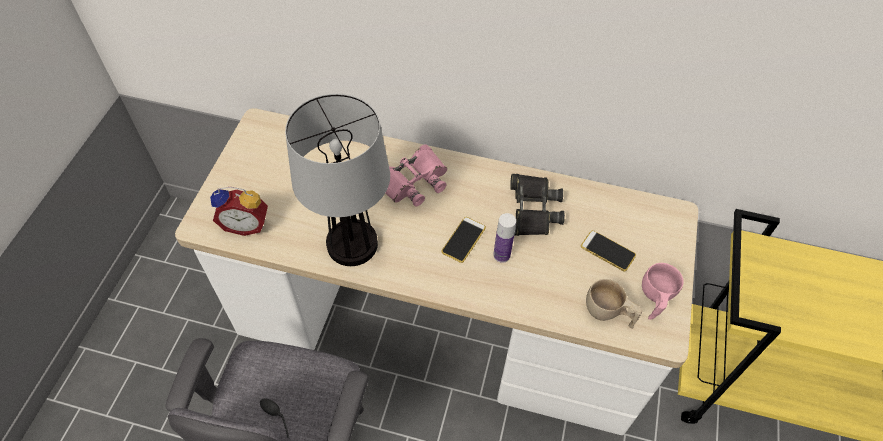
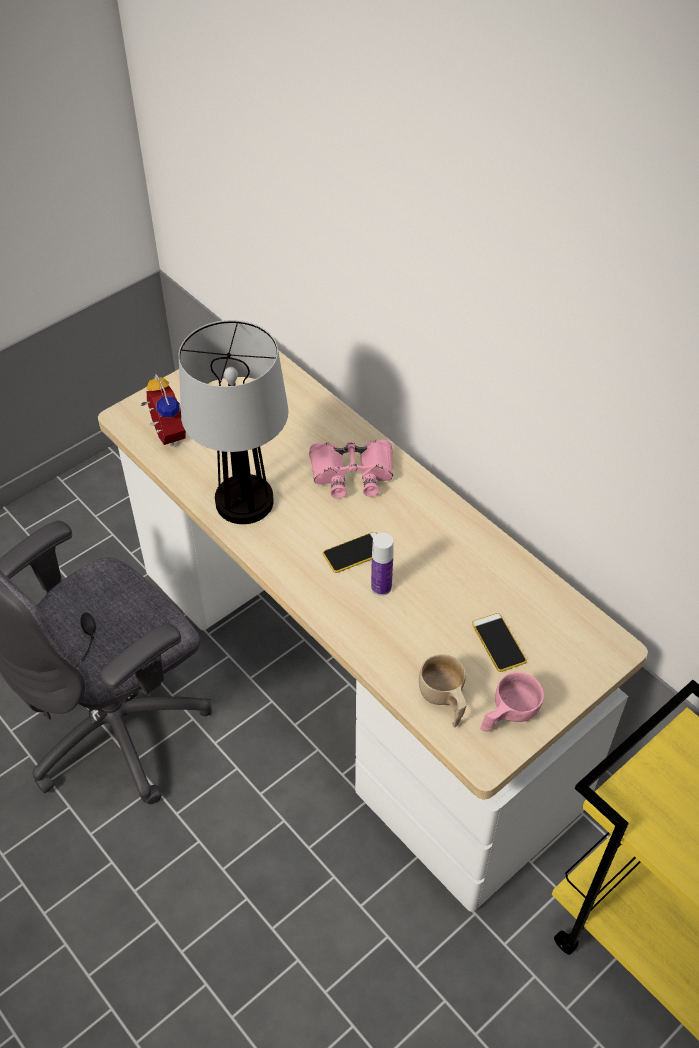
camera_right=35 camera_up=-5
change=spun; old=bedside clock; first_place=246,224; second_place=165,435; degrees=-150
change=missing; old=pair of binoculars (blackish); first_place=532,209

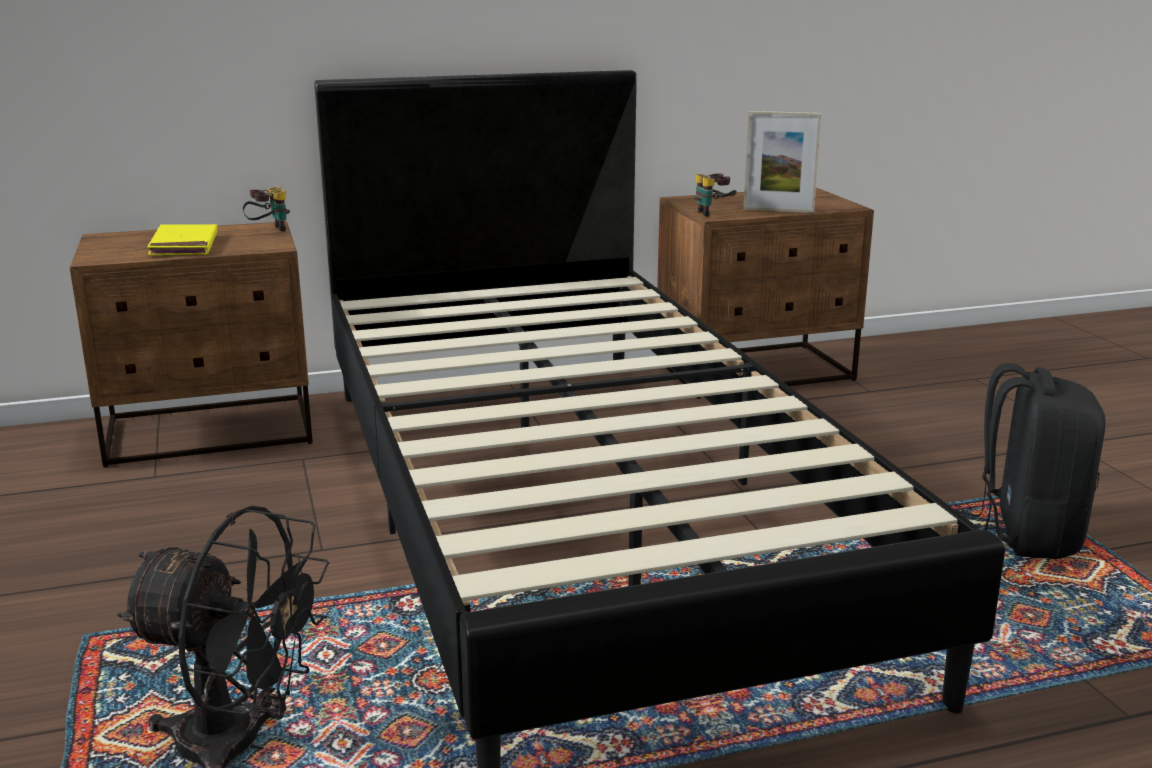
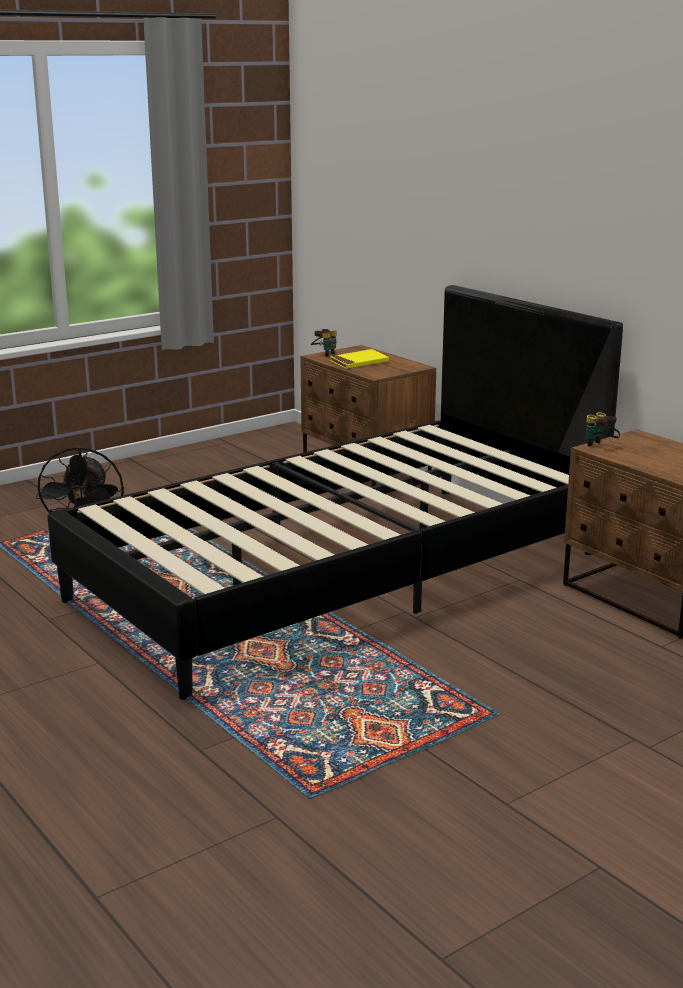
camera_right=70 camera_up=0
change=relocated; old=pair of binoculars; first_place=268,231; second_place=324,354
change=missing; old=picture frame; first_place=778,210
change=missing; old=backpack (blackish); first_place=1024,534

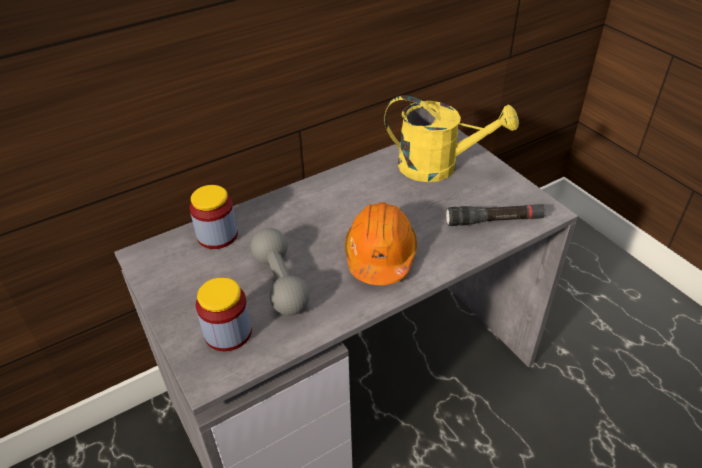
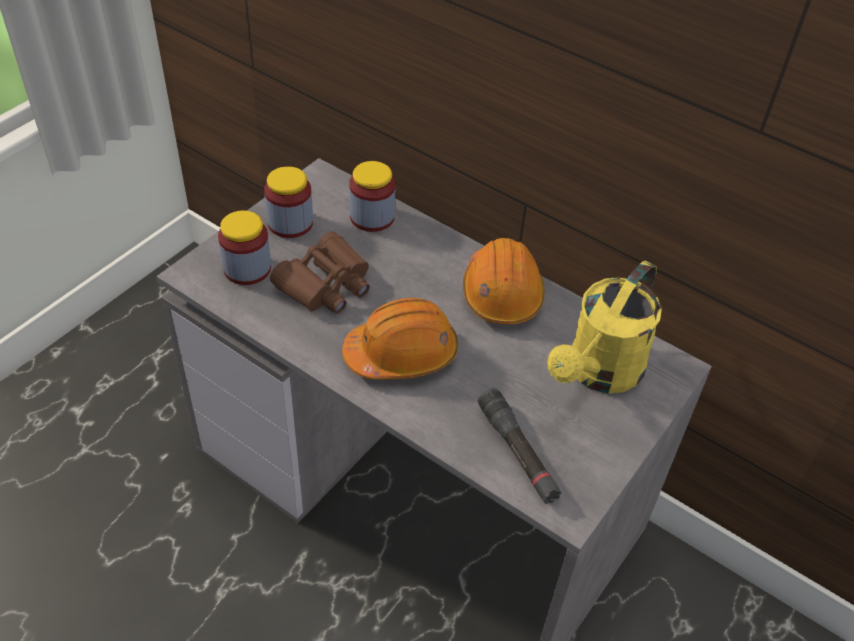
camera_right=65 camera_up=5
change=exchanged; old=free weight (greyish); new=pair of binoculars (brownish); first_place=280,283; second_place=325,285
change=spun; old=watering pot (yellow); first_place=438,167; second_place=598,373; degrees=45
change=appeared; new=storage jar; second_place=290,223
change=appeared; new=safety helmet (orange-coloured); second_place=502,293

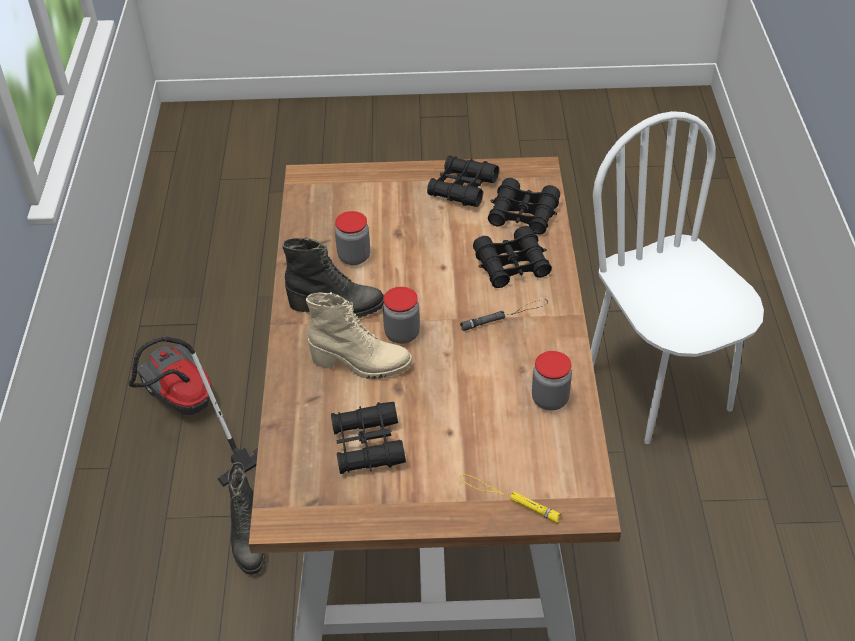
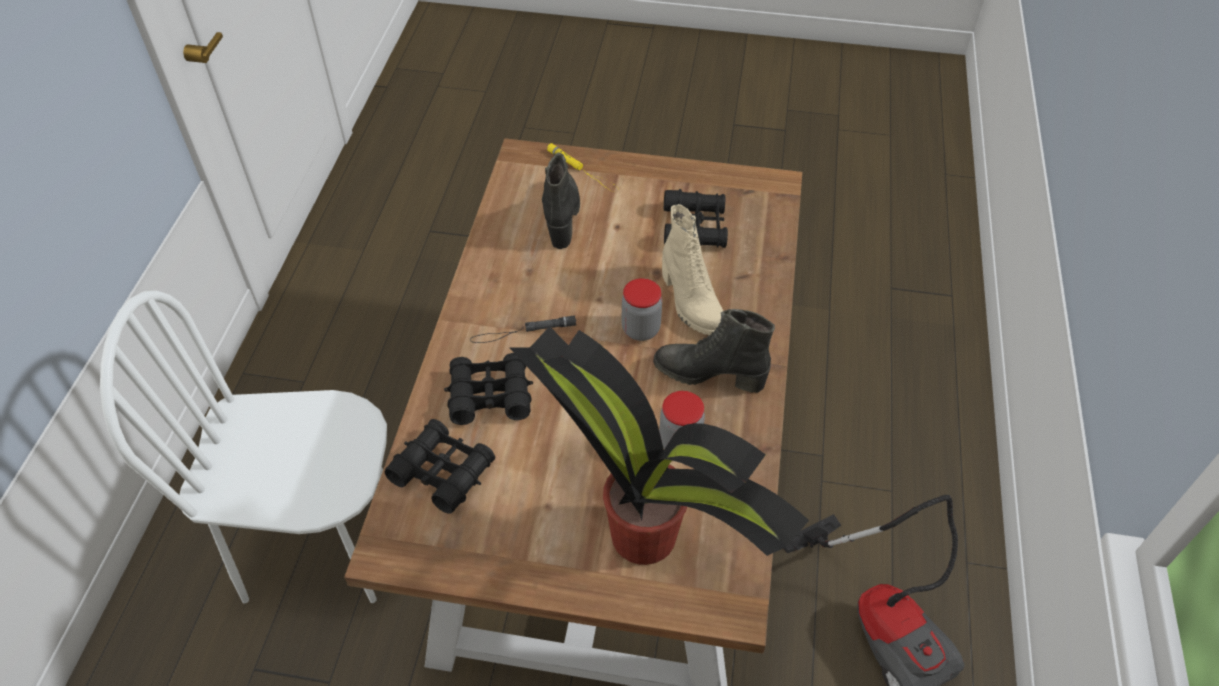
camera_right=-170 camera_up=5
change=relocated; old=boot (blackish); first_place=247,540; second_place=562,215
change=spun; old=boot (sand-coloured); first_place=361,364; second_place=690,303; degrees=-135
change=missing; old=pair of binoculars (blackish); first_place=462,188
change=missing; old=storage jar; first_place=550,399
change=spun; old=upright chair (whitish); first_place=659,388; second_place=321,545; degrees=105
change=appeared; new=houseplant; second_place=640,532

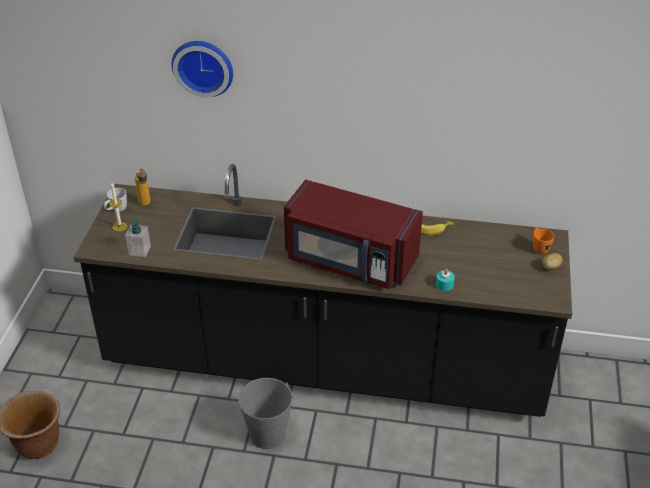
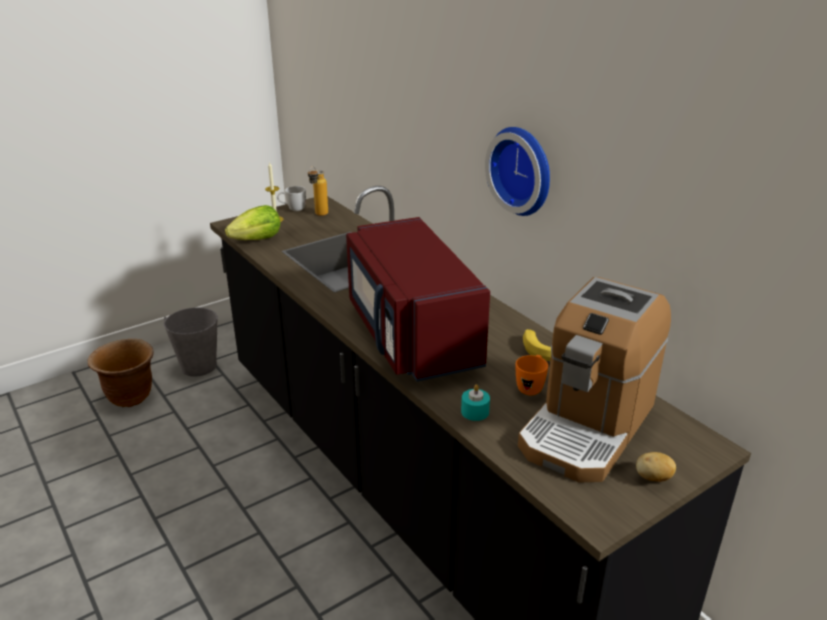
camera_right=45 camera_up=-10
change=exchanged; old=soap bottle; new=lettuce; first_place=139,251; second_place=257,240
change=relocated; old=hanging clock; first_place=204,66; second_place=523,170
change=relocated; old=pail (greyish); first_place=267,434; second_place=198,366
change=relocated; old=mug (orange-coloured); first_place=538,248; second_place=531,387
change=appeared; new=coffee machine; second_place=587,426

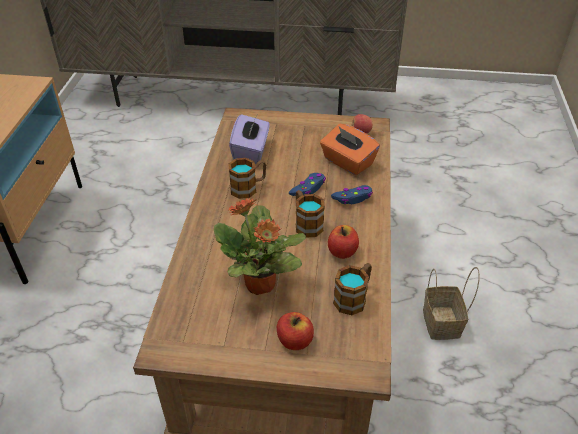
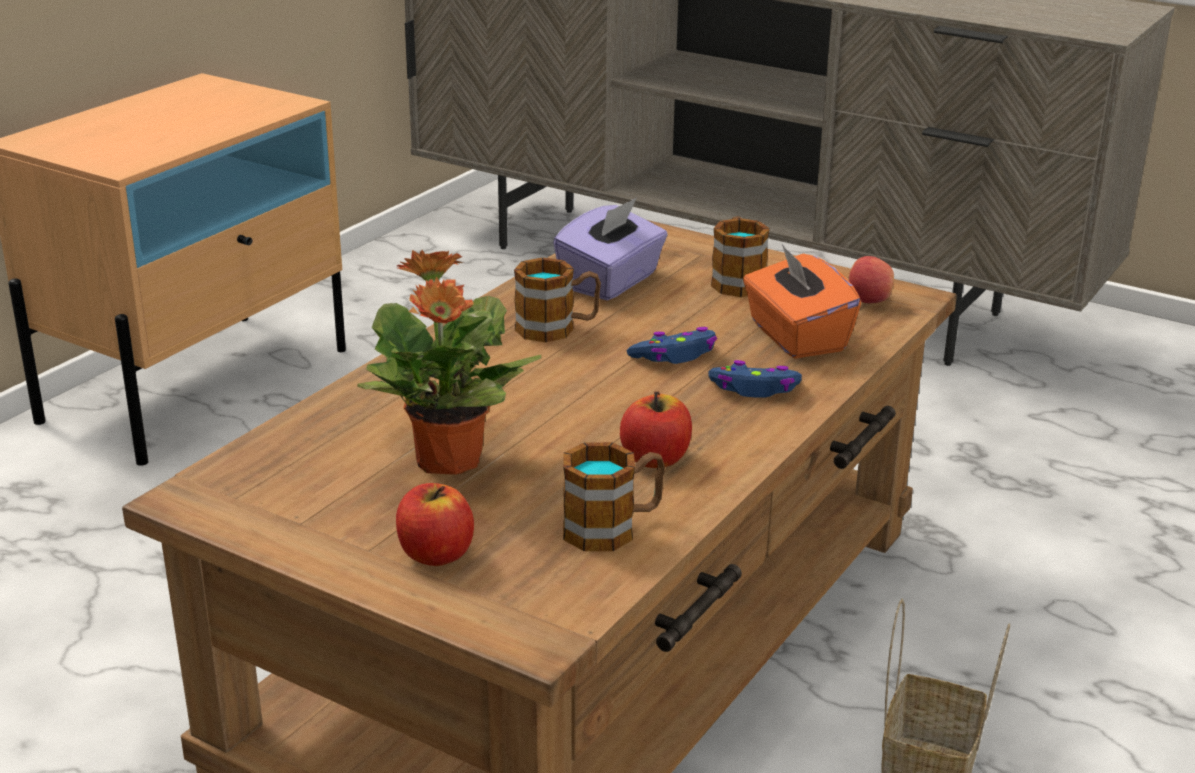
camera_right=25 camera_up=-15
change=relocated; old=mug; first_place=306,223; second_place=737,280

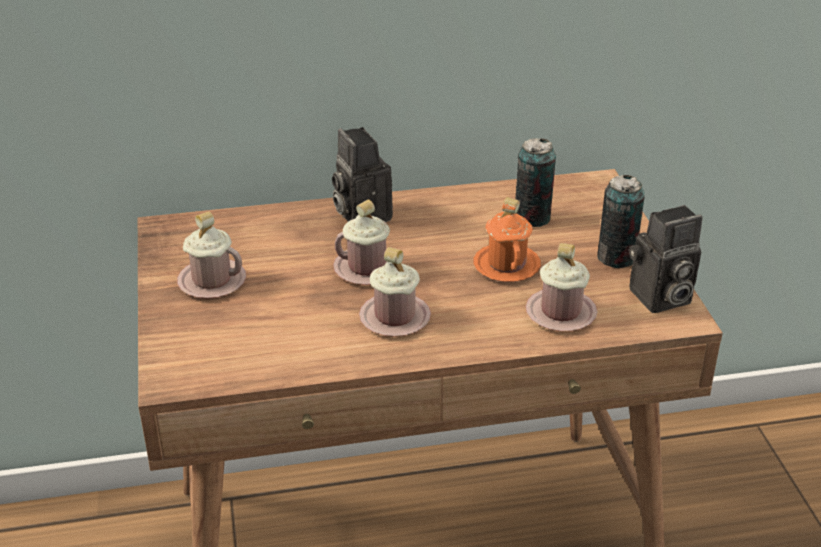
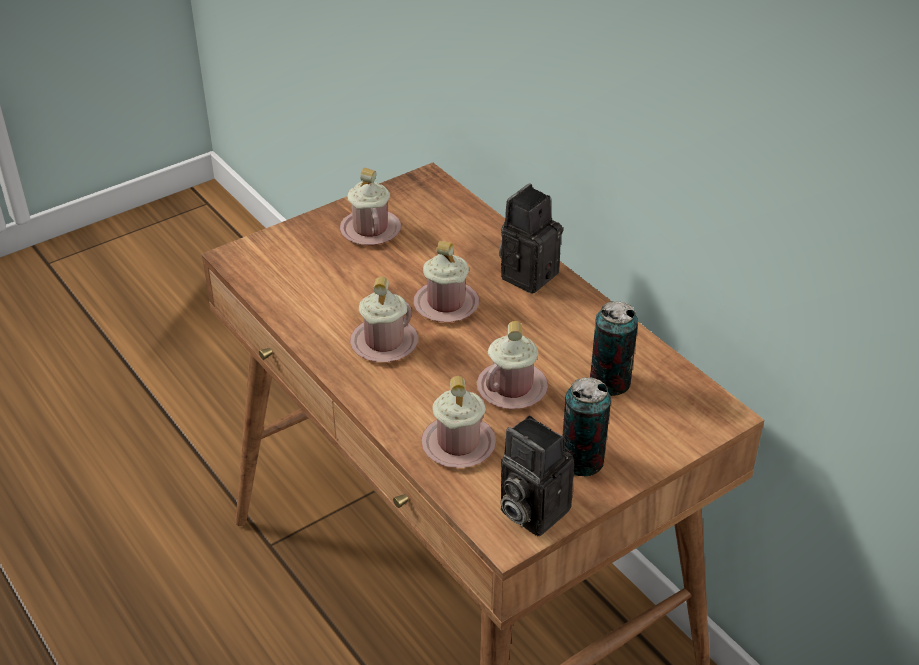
camera_right=65 camera_up=5
change=colour; old=mug (orange-coloured); new=mug (pink-coloured); first_place=506,265; second_place=512,388

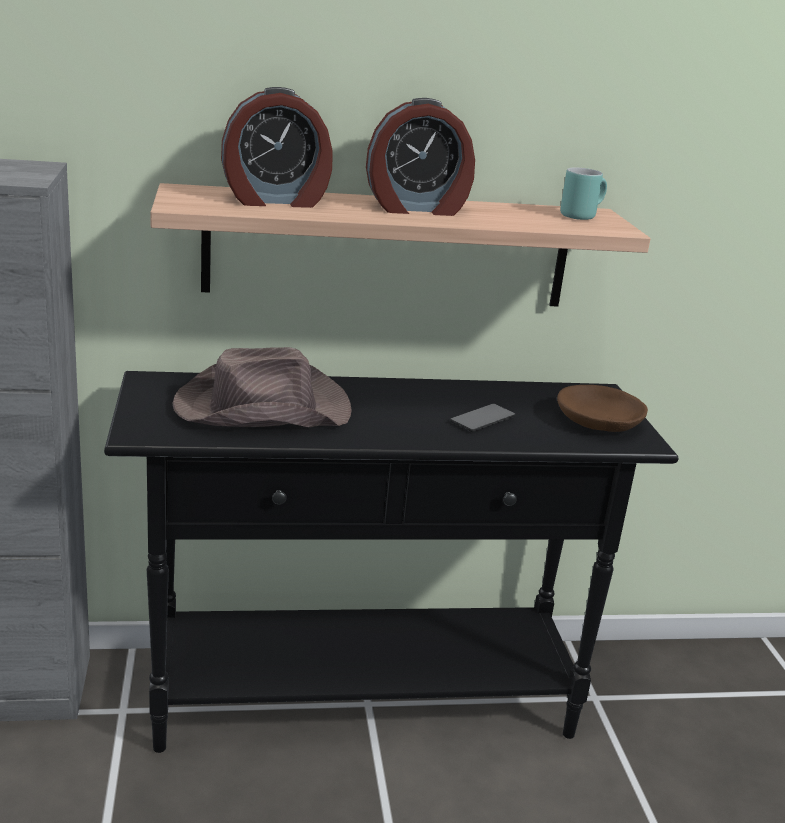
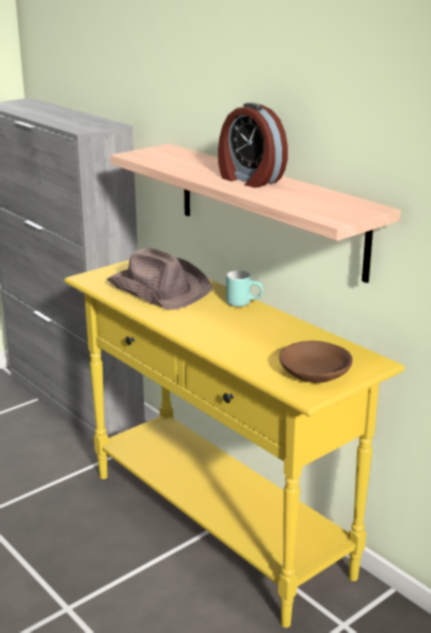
camera_right=60 camera_up=0
change=colour; old=console table (blackish); new=console table (yellow); first_place=365,699; second_place=217,525
change=missing; old=bedside clock; first_place=275,200
change=missing; old=telephone; first_place=482,419
change=relocated; old=mug (blue-green); first_place=580,215; second_place=244,303

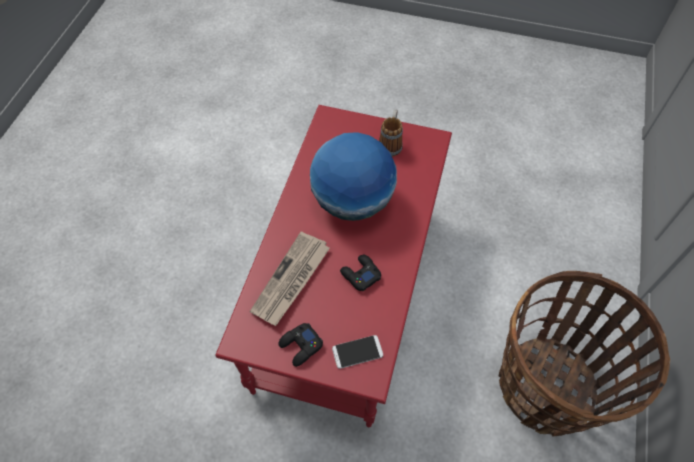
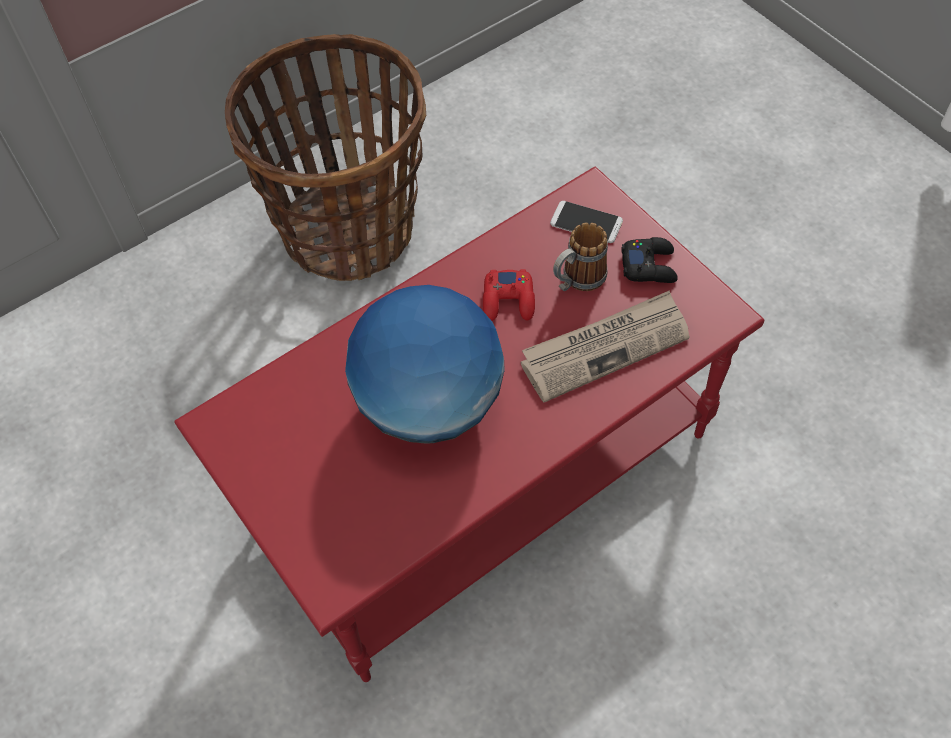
camera_right=-140 camera_up=0
change=colour; old=gamepad (blackish); new=gamepad (reddish); first_place=360,274; second_place=509,300
change=relocated; old=mug; first_place=391,143; second_place=577,280

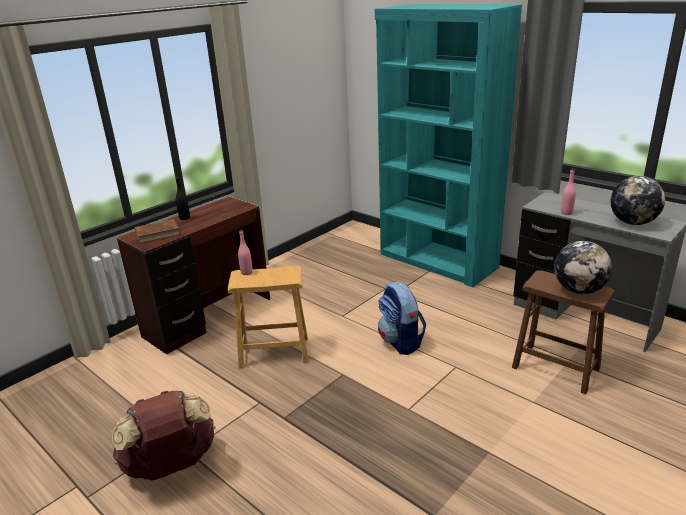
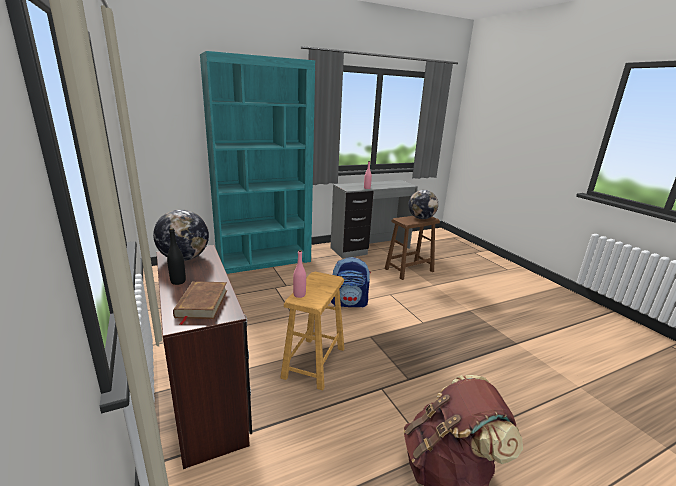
camera_right=-70 camera_up=-5
change=relocated; old=world globe; first_place=632,223; second_place=184,258

